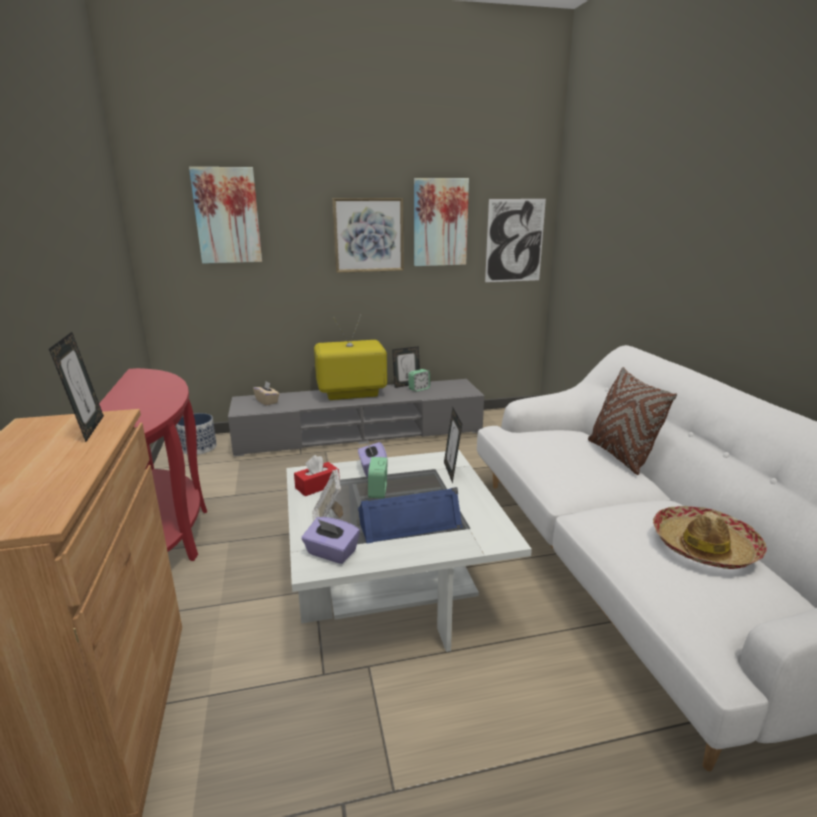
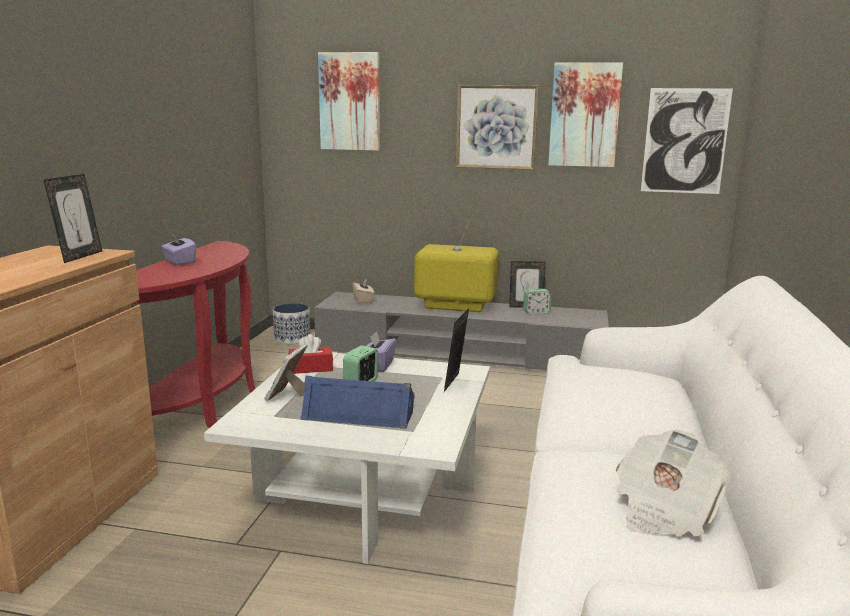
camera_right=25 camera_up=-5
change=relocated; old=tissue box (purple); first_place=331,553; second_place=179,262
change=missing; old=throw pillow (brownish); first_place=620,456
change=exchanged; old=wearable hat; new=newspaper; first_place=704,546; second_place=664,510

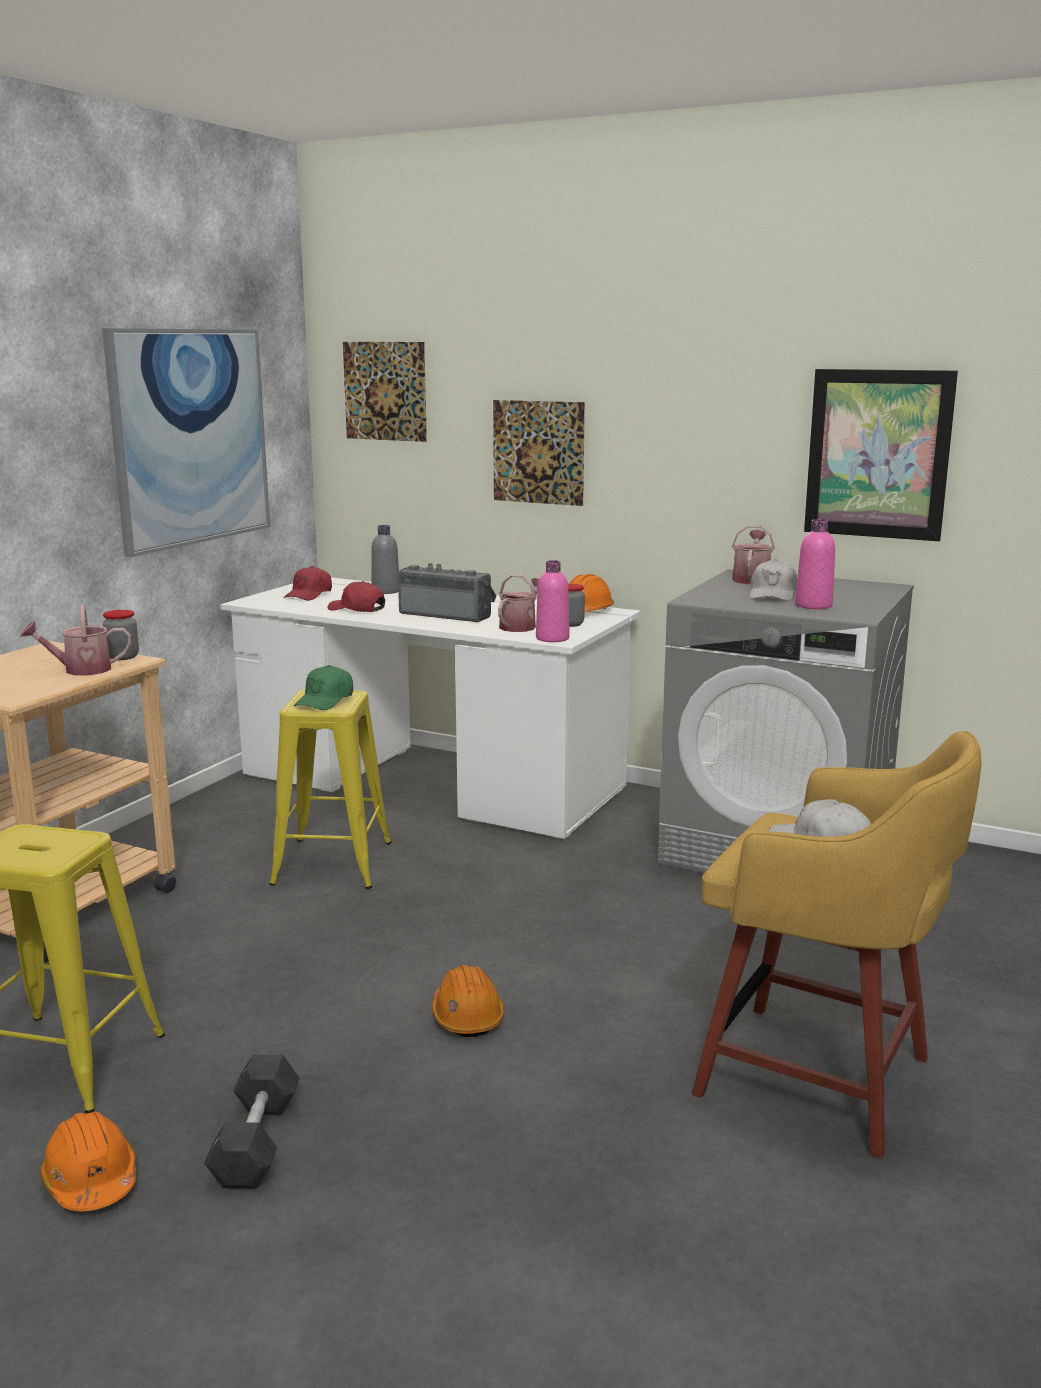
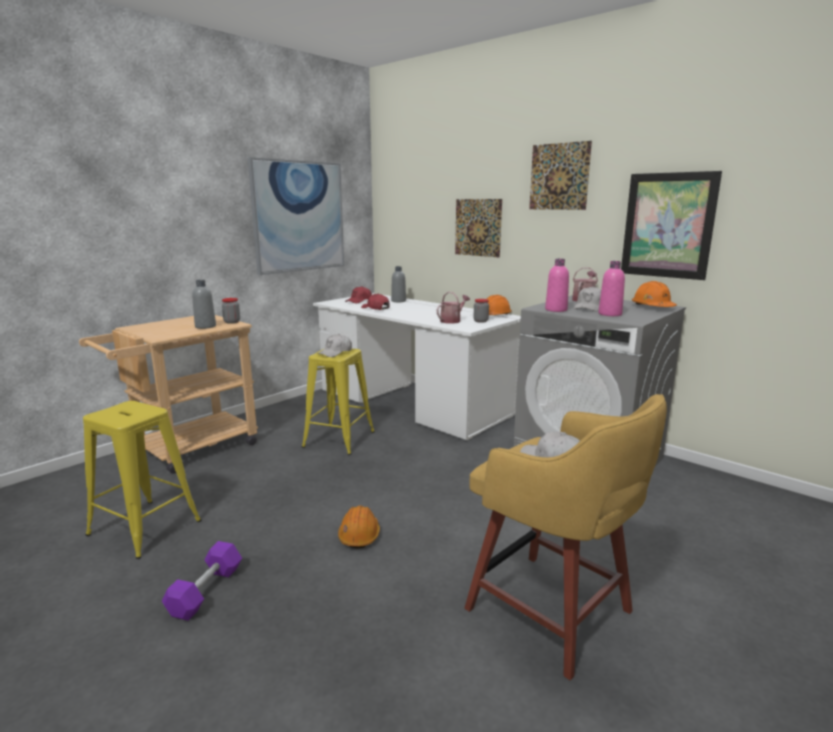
camera_right=15 camera_up=0
change=exchanged; old=watering pot; new=bottle (greyish); first_place=80,670; second_place=205,326
change=relocated; old=safety helmet (orange-coloured); first_place=91,1180; second_place=652,307
change=colour; old=free weight (blackish); new=free weight (purple); first_place=256,1141; second_place=206,591
change=colour; old=cap (green-coloured); new=cap (whitish); first_place=325,700; second_place=335,352
change=relocated; old=wall picture; first_place=385,391; second_place=559,176
change=missing; old=radio receiver; first_place=447,615
change=relocated; old=bottle (pink-coloured); first_place=552,638; second_place=556,310

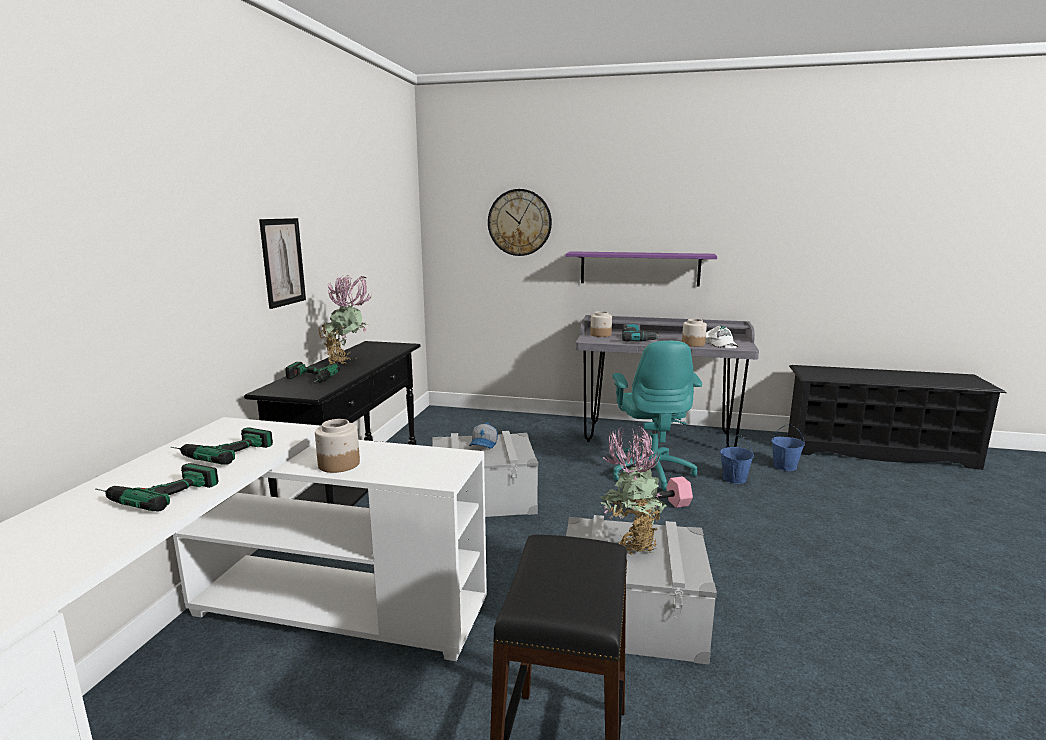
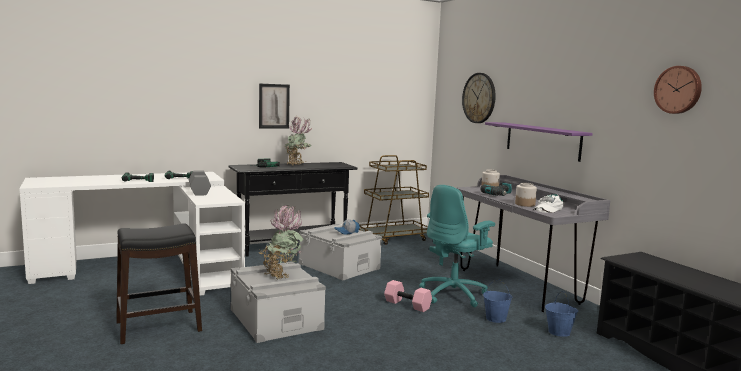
camera_right=50 camera_up=-5
change=exchanged; old=storage jar; new=free weight (greyish); first_place=338,464; second_place=198,191
change=appeared; new=cart (brownish); second_place=394,238
change=appeared; new=hanging clock; second_place=678,90

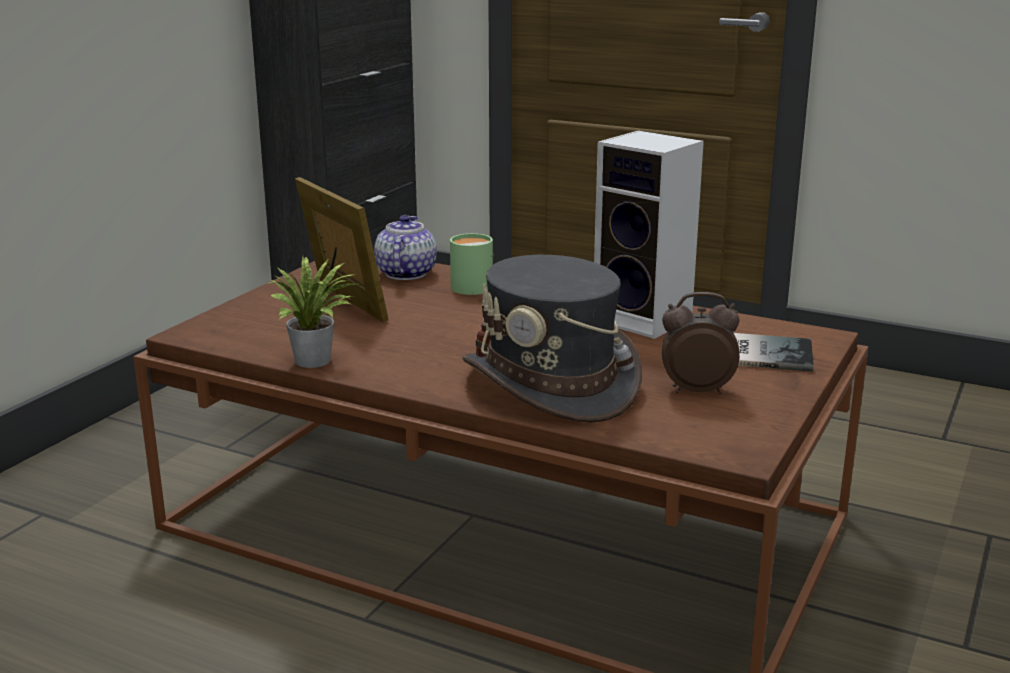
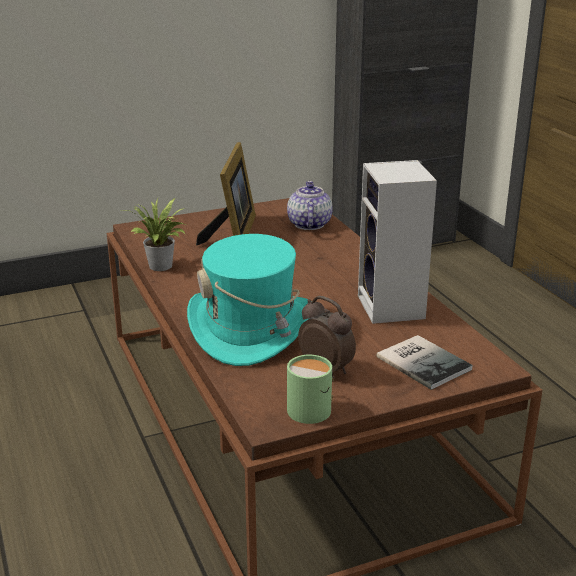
camera_right=40 camera_up=5
change=spun; old=tea pot; first_place=405,274; second_place=308,224; degrees=-45
change=relocated; old=mug (green-coloured); first_place=470,285; second_place=311,408
change=colour; old=wearable hat (greyish); new=wearable hat (blue-green); first_place=551,384; second_place=251,330

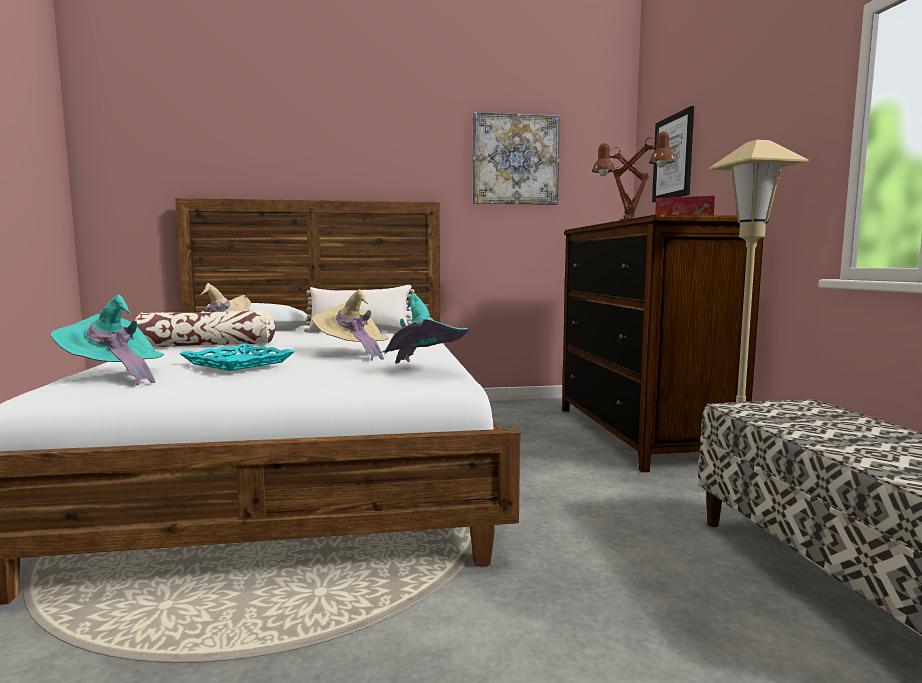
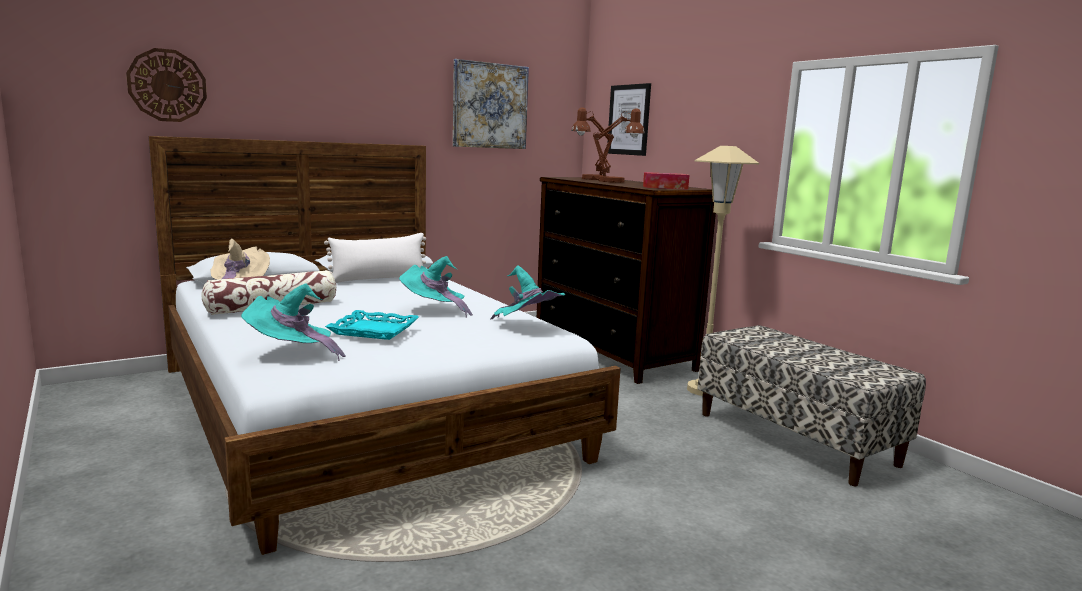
camera_right=-25 camera_up=5
change=colour; old=wearable hat (sand-coloured); new=wearable hat (blue-green); first_place=353,353; second_place=434,310
change=appeared; new=hanging clock; second_place=167,85

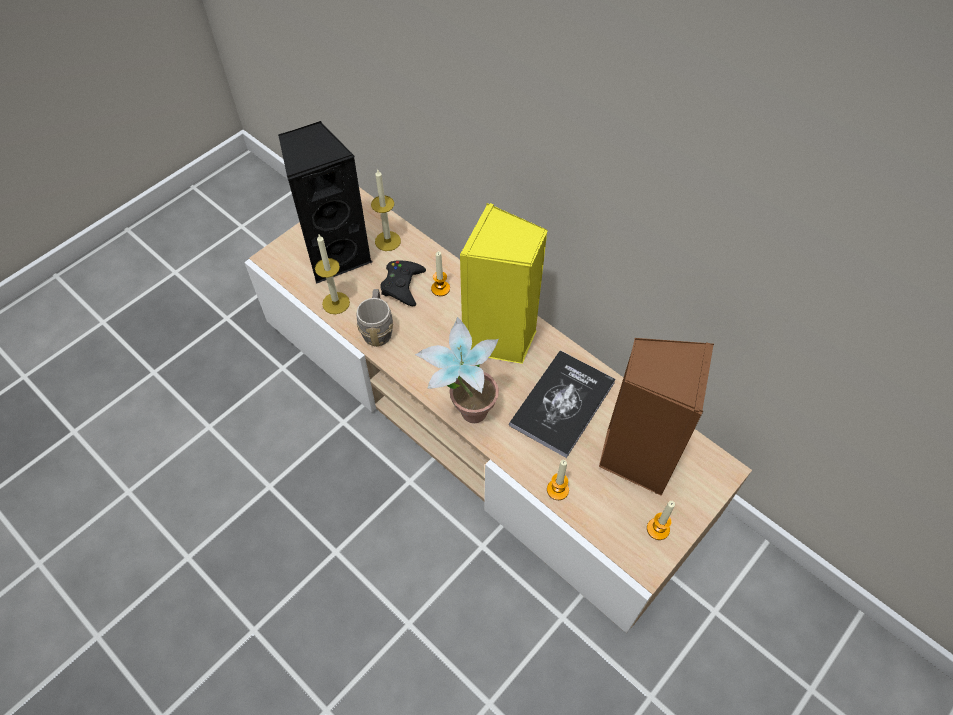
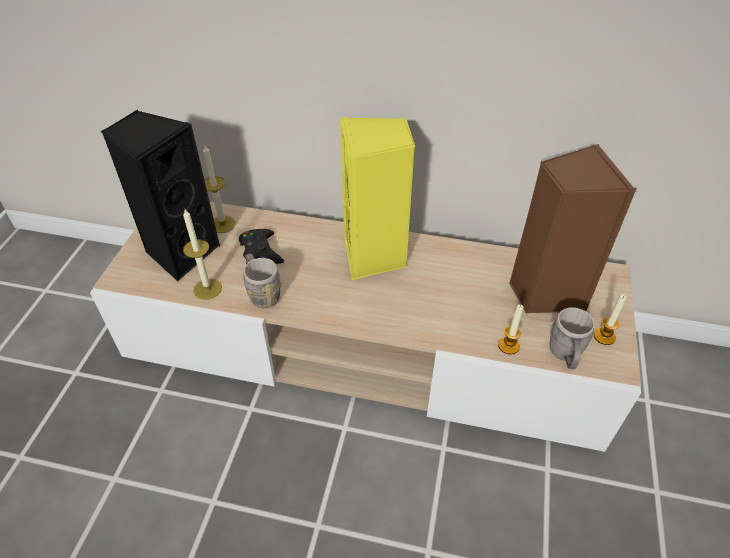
camera_right=-30 camera_up=-10
change=missing; old=houseplant; first_place=463,413
change=missing; old=wax light; first_place=440,289
change=missing; old=book; first_place=562,404
change=appeared; new=mug (greyish); second_place=565,355

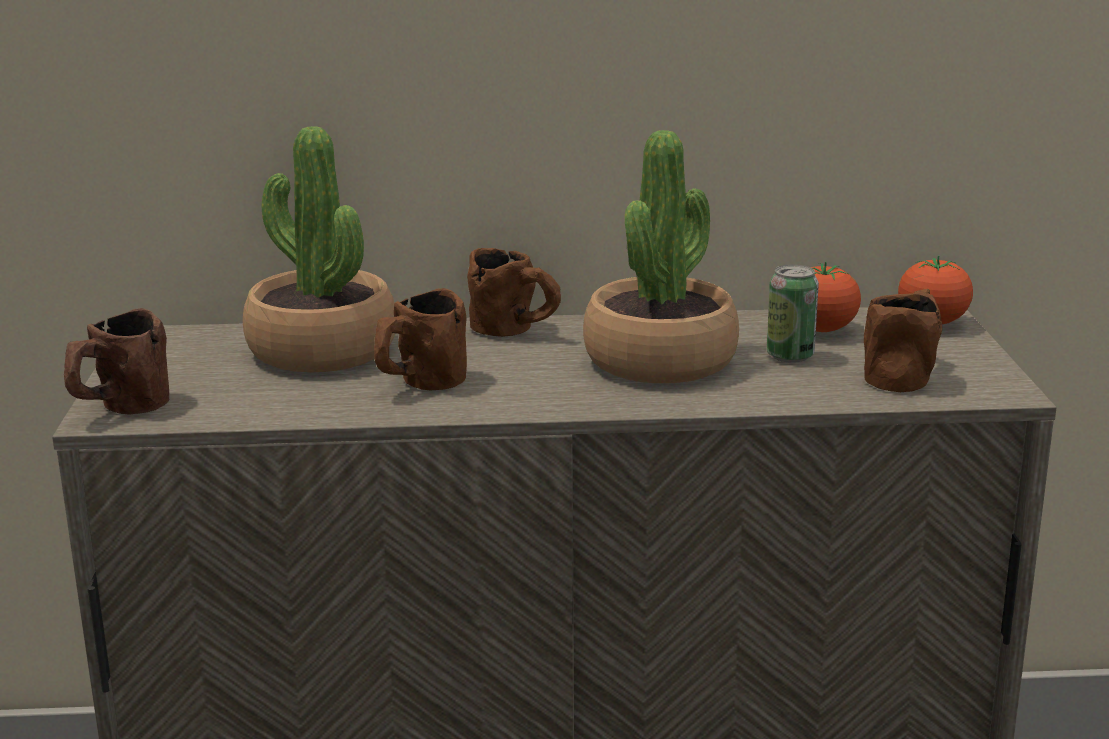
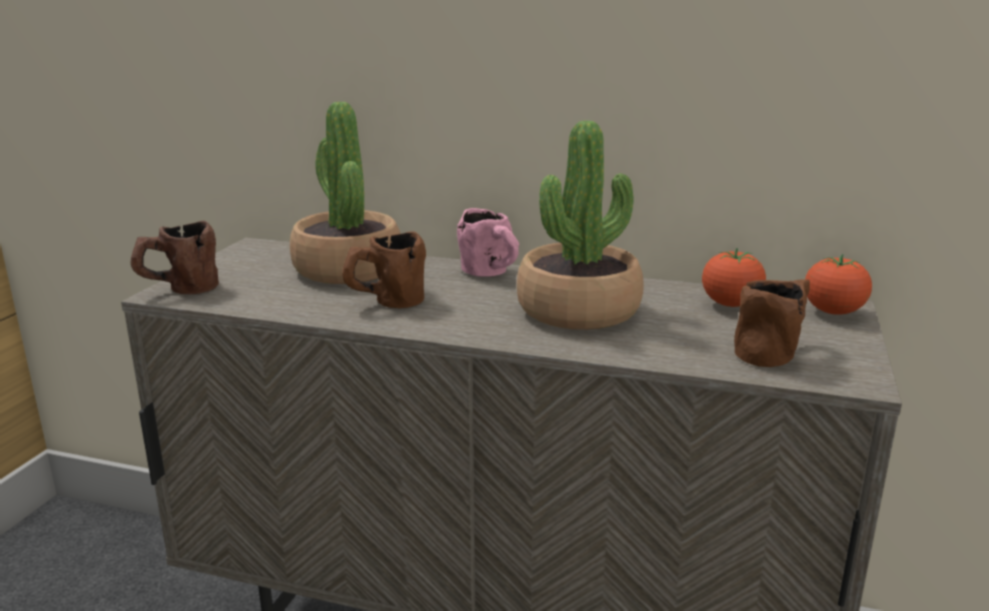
camera_right=20 camera_up=0
change=colour; old=mug (brownish); new=mug (pink-coloured); first_place=517,331; second_place=493,274
change=missing; old=sealed can; first_place=790,356

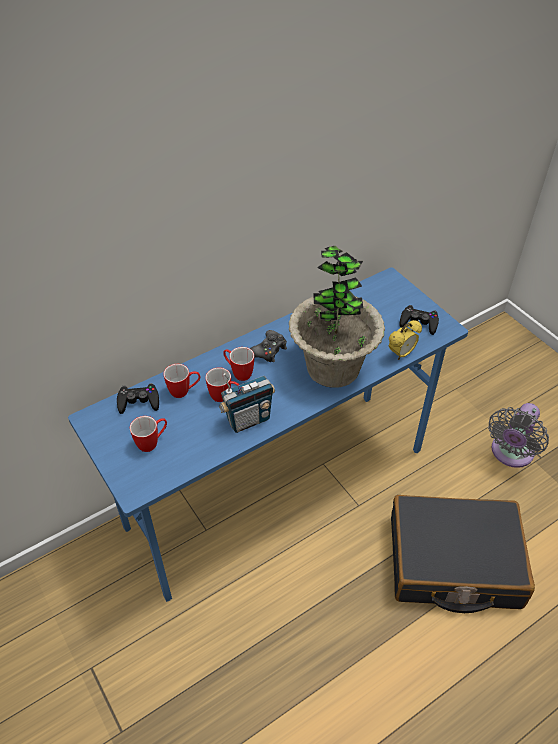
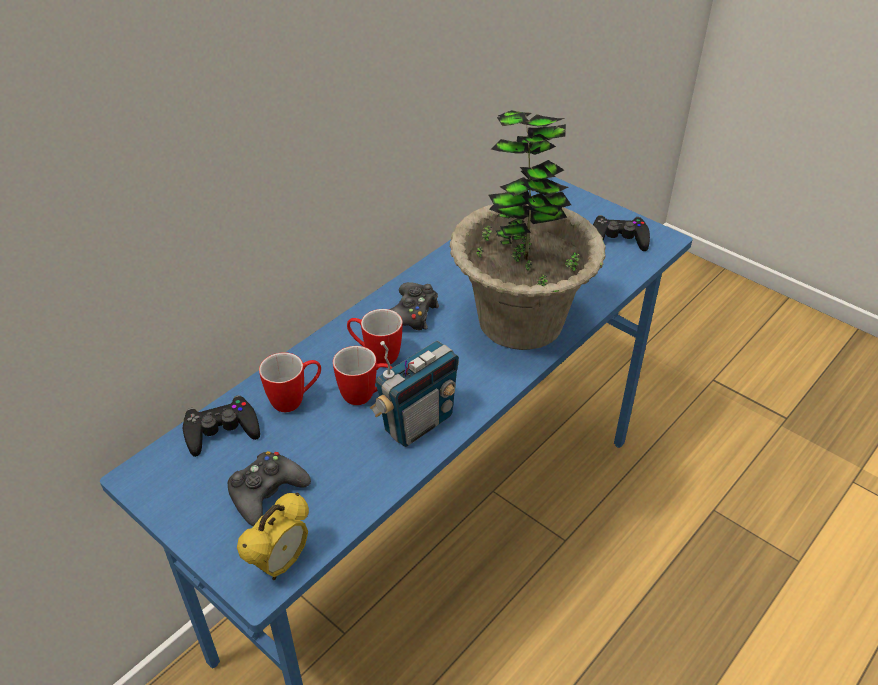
camera_right=-15 camera_up=-5
change=exchanged; old=mug; new=gamepad (blackish); first_place=152,442; second_place=266,492
change=relocated; old=bedside clock; first_place=401,354; second_place=281,563
change=missing; old=travel case (blackish); first_place=453,562
change=missing; old=electric fan (greyish); first_place=510,453

